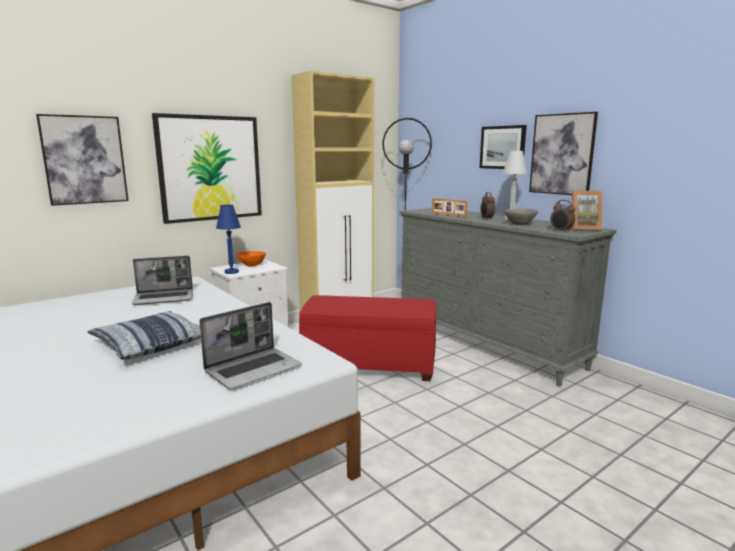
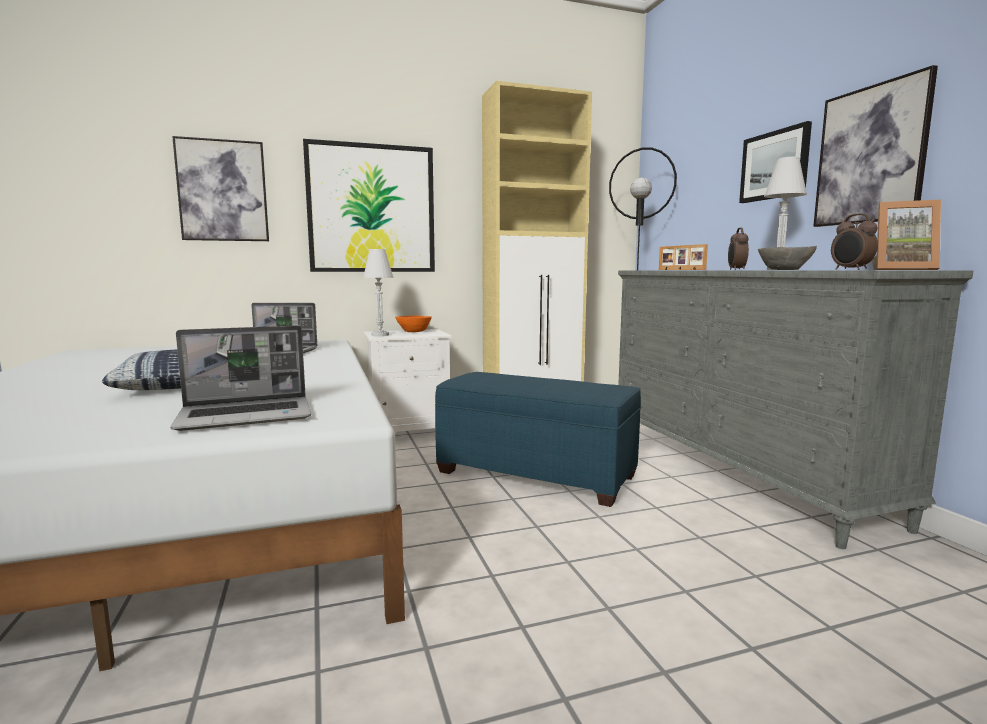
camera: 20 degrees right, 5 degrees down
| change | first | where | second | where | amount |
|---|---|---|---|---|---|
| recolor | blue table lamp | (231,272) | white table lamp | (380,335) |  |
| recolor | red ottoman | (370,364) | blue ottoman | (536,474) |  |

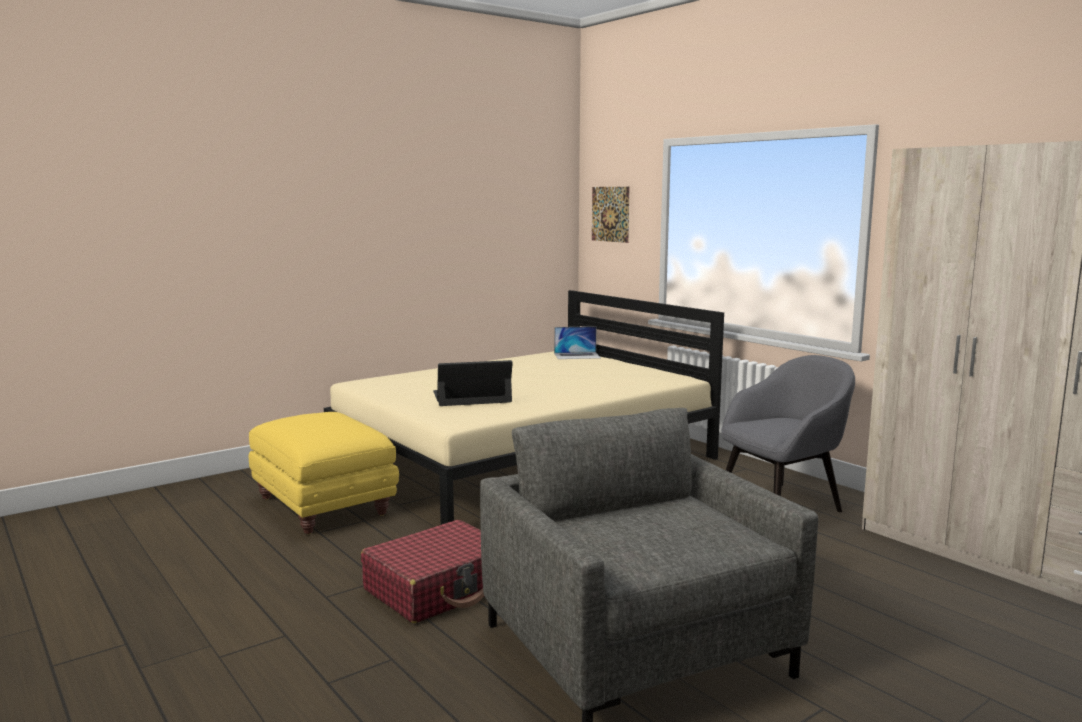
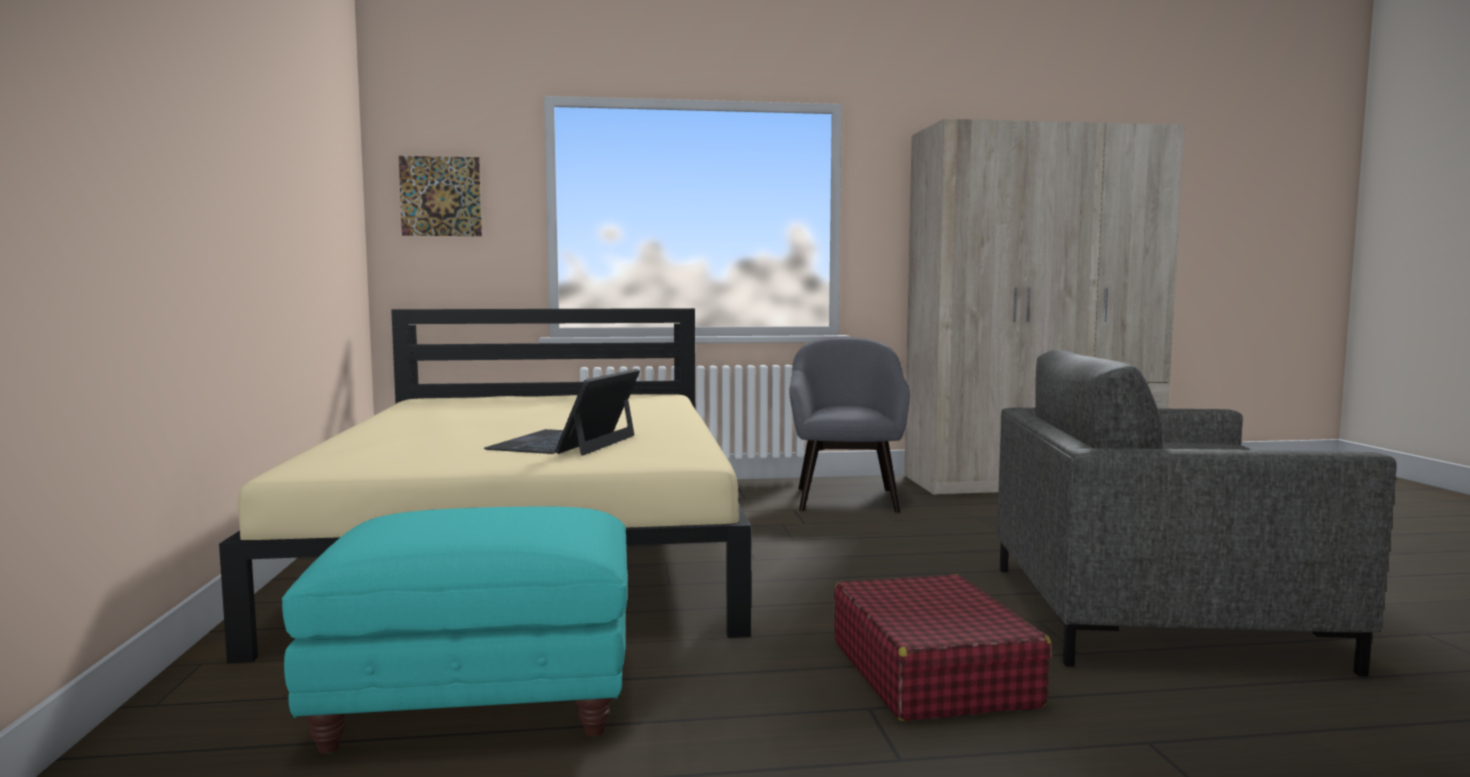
camera: 60 degrees left, 5 degrees down
| change | first | where | second | where | amount |
|---|---|---|---|---|---|
| delete | laptop | (577,355) |  |  |  |
| recolor | yellow ottoman | (324,507) | turquoise ottoman | (483,701) |  |

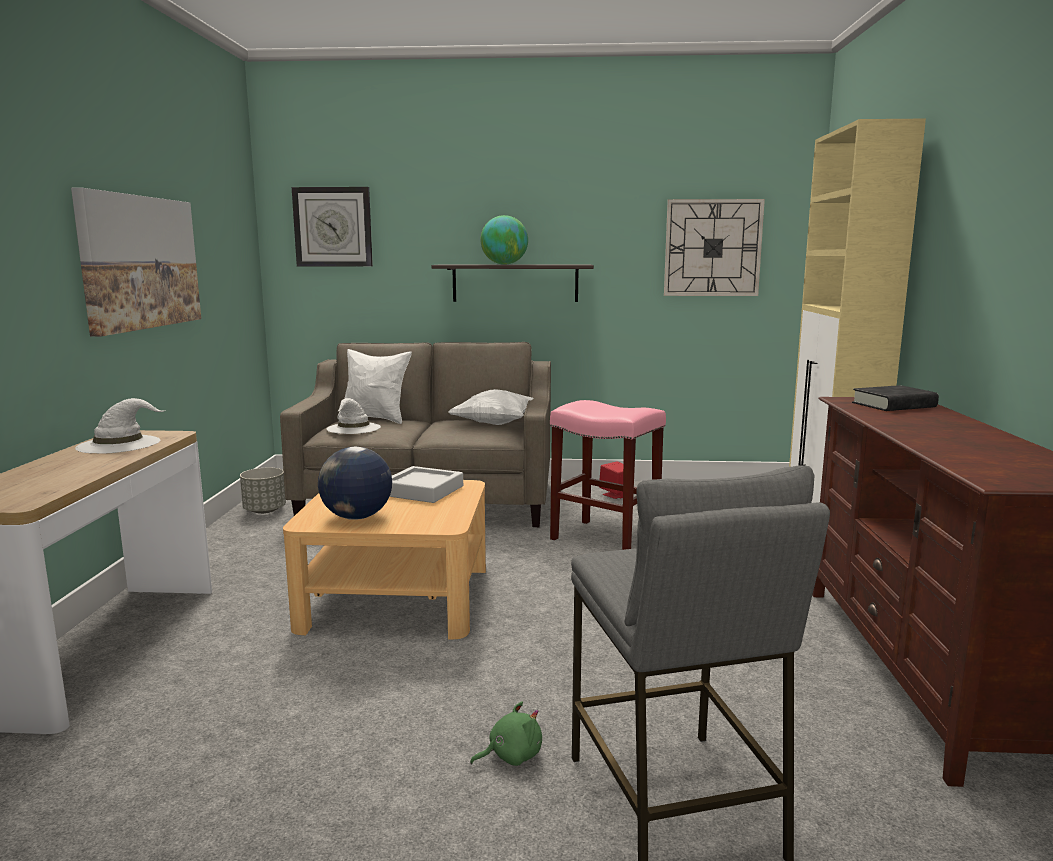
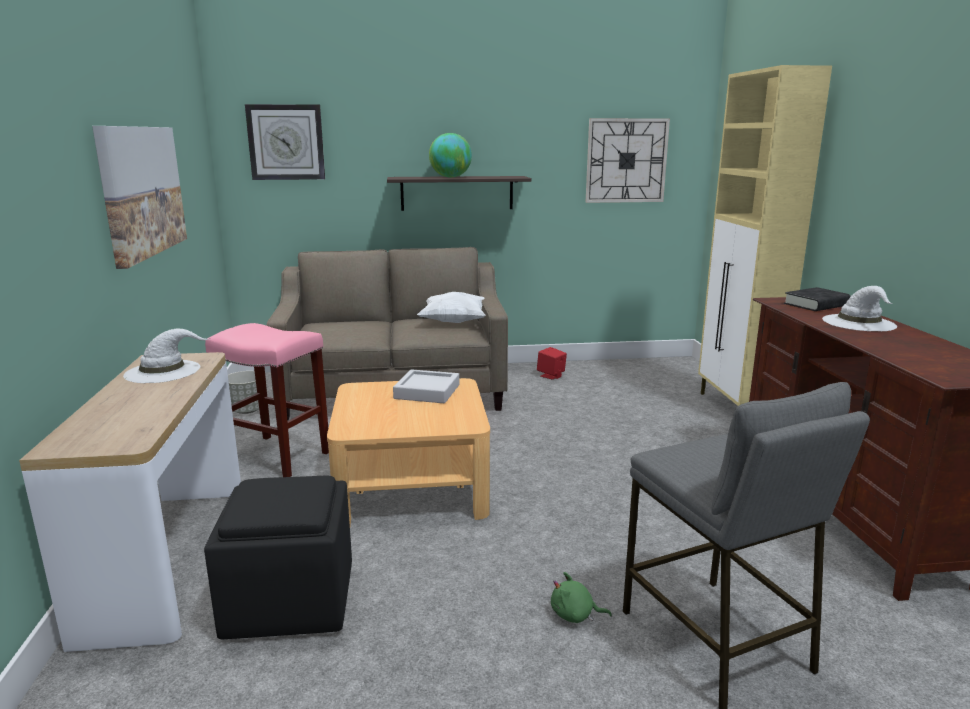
camera: 10 degrees left, 5 degrees up
| change | first | where | second | where | amount |
|---|---|---|---|---|---|
| delete | white pillow | (375,419) |  |  |  |
| move | white hat | (353,428) |  | (859,323) |  |
| move | pink stool | (606,539) |  | (278,456) |  |
| delete | globe | (356,517) |  |  |  |
| rotate | green plush toy | (511,755) |  | (575,615) | 135 degrees counterclockwise |
| insert |  |  | black ottoman | (292,600) |  |

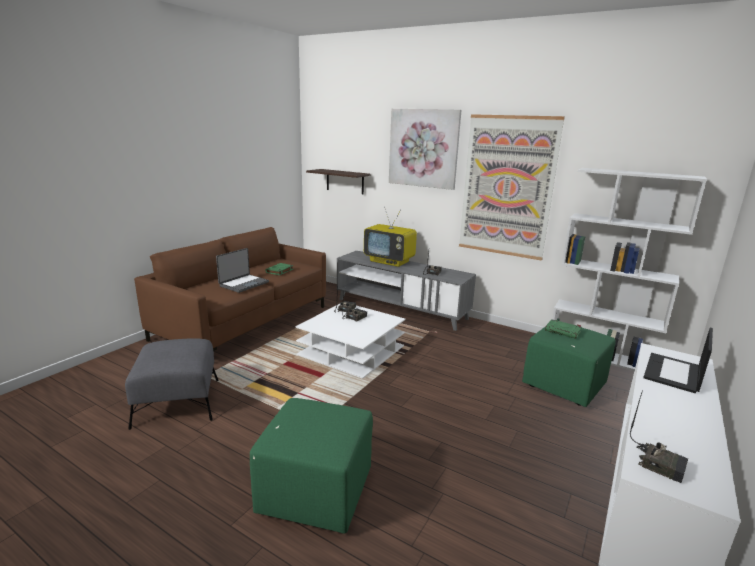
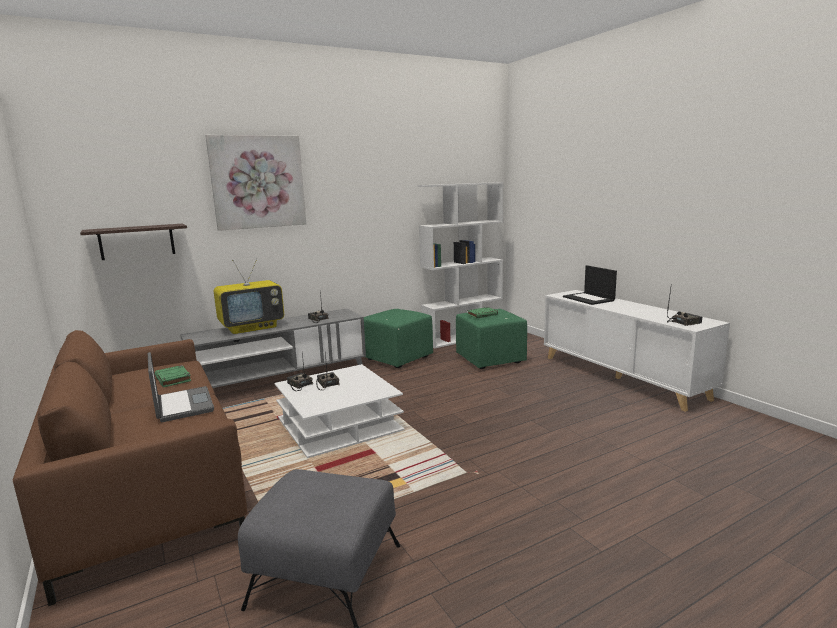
camera: 60 degrees left, 5 degrees down
| change | first | where | second | where | amount |
|---|---|---|---|---|---|
| delete | picture | (507,187) |  |  |  |
| move | green ottoman | (314,492) |  | (397,358) |  |

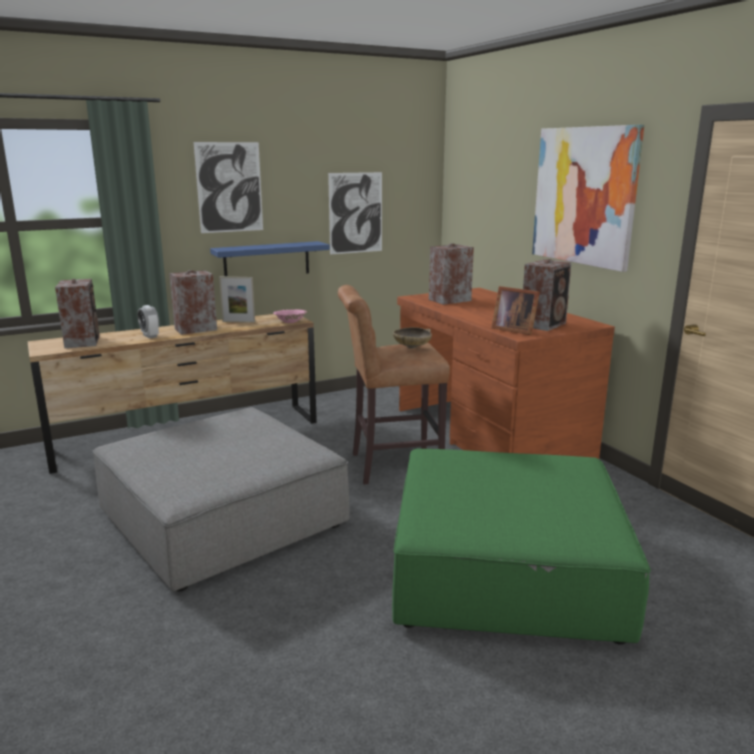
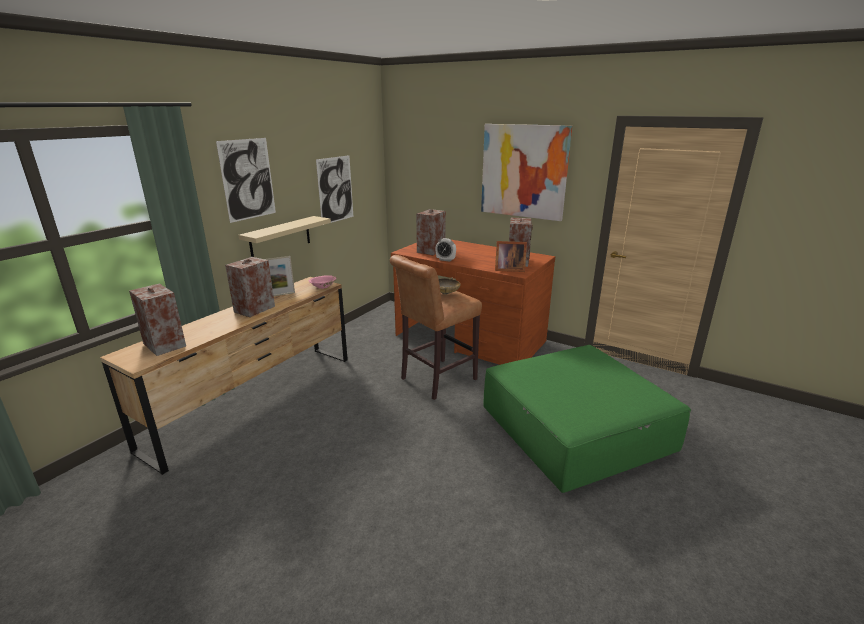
camera: 30 degrees left, 5 degrees up
| change | first | where | second | where | amount |
|---|---|---|---|---|---|
| recolor | blue shelf | (267,260) | beige shelf | (280,238) |  |
| move | alarm clock | (150,336) |  | (445,260) |  |
| delete | grey ottoman | (223,518) |  |  |  |

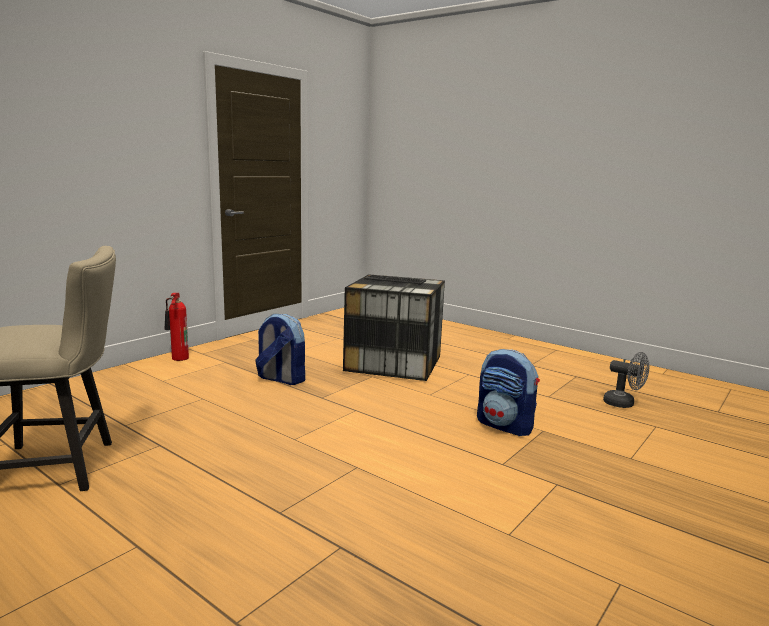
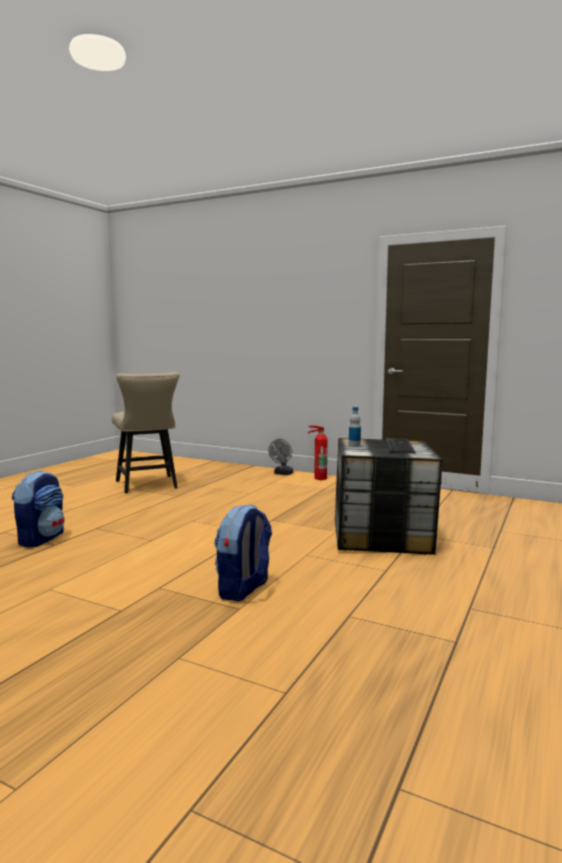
camera: 80 degrees right, 5 degrees down
| change | first | where | second | where | amount |
|---|---|---|---|---|---|
| move | backpack | (281,379) |  | (41,539) |  |
| move | grey fan | (624,404) |  | (282,474) |  |
| insert |  |  | bottle | (354,445) |  |

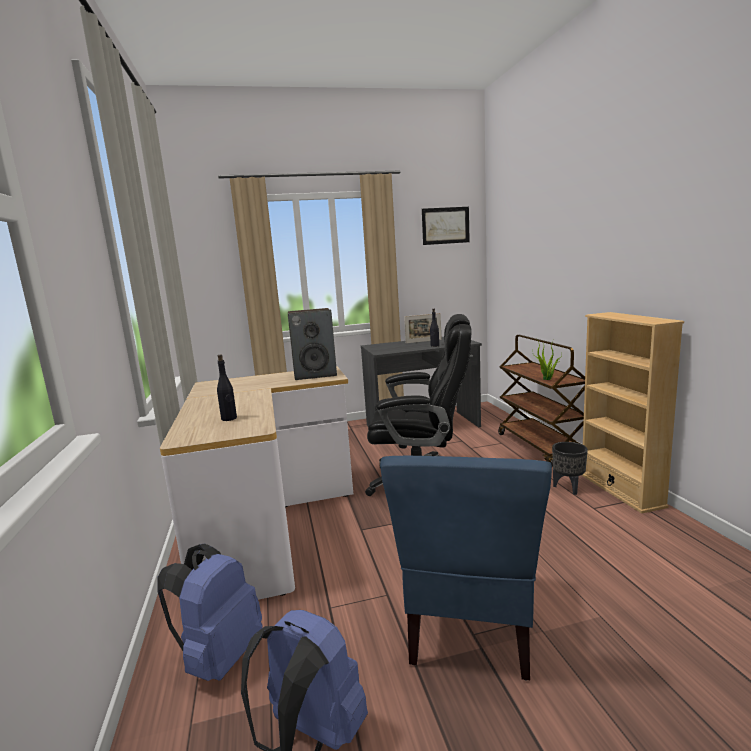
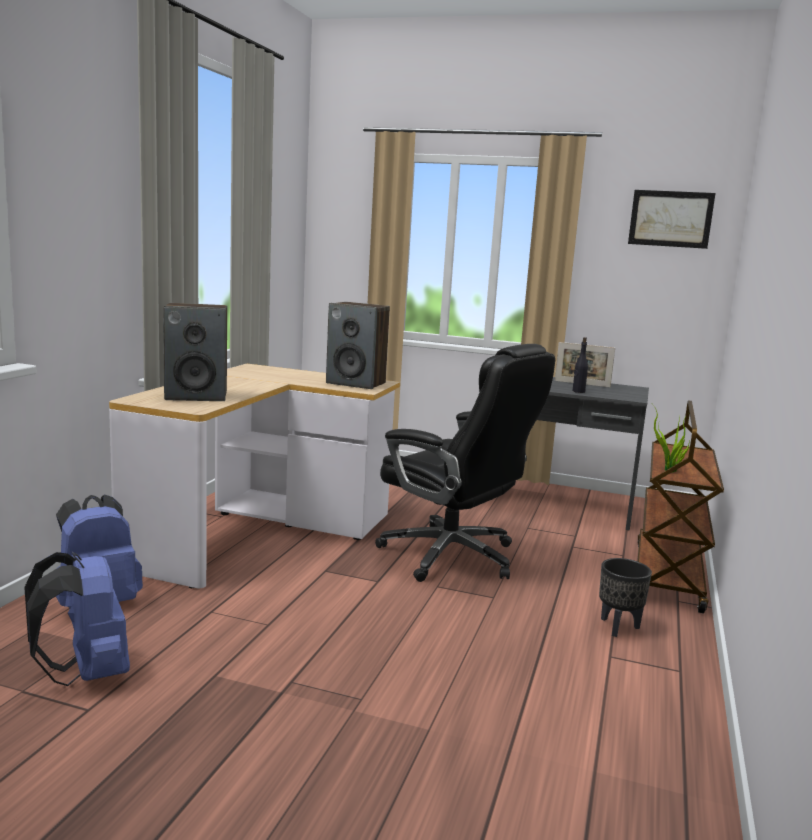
camera: 30 degrees right, 0 degrees up
| change | first | where | second | where | amount |
|---|---|---|---|---|---|
| delete | beige bookcase | (620,489) |  |  |  |
| replace | black bottle | (229,418) | speaker | (197,396) |  |
| delete | blue chair | (470,625) |  |  |  |

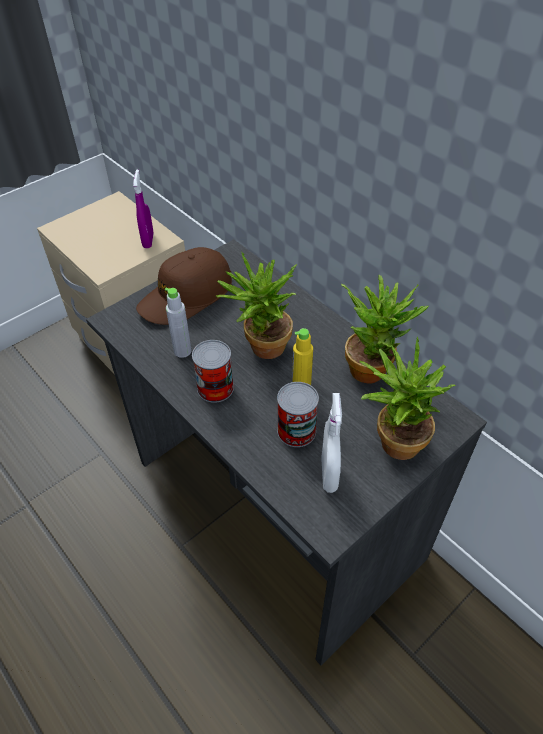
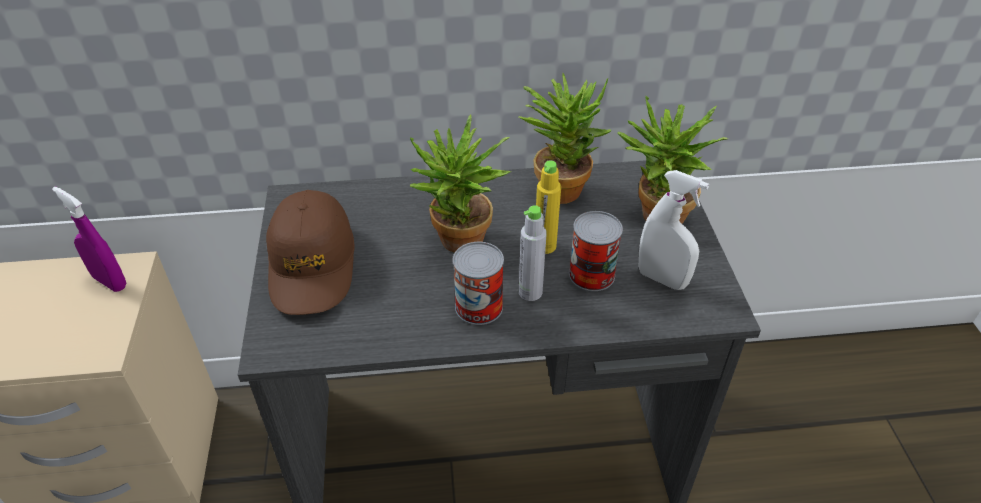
camera: 55 degrees left, 5 degrees down
| change | first | where | second | where | amount |
|---|---|---|---|---|---|
| move | grey bottle | (182,351) |  | (530,292) |  |

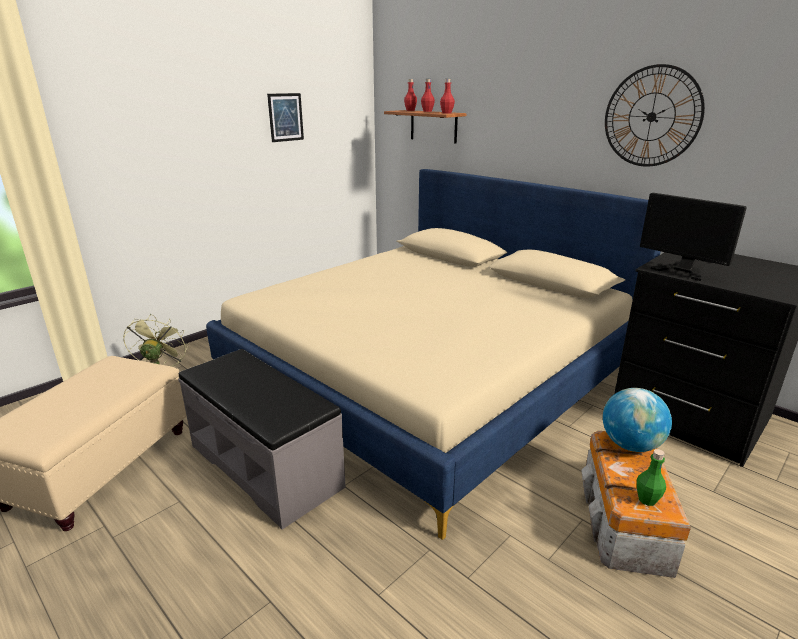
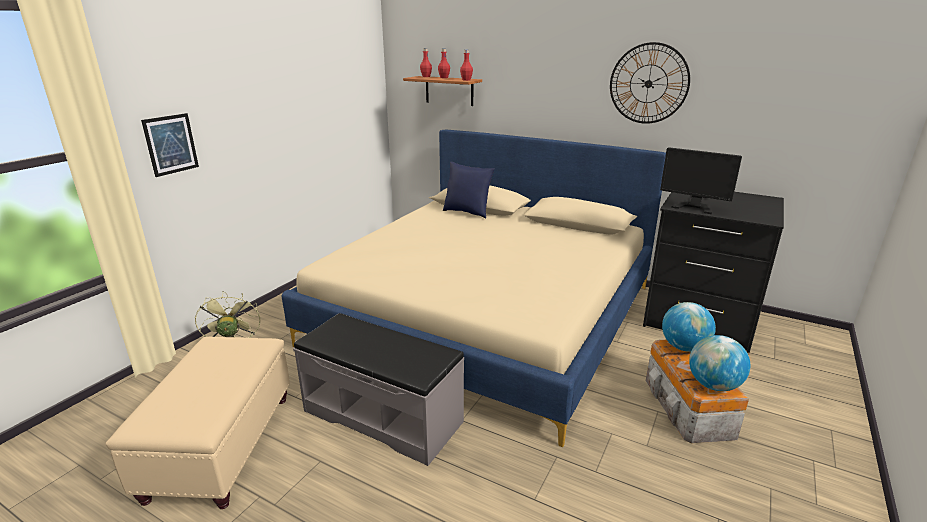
camera: 15 degrees left, 0 degrees up
| change | first | where | second | where | amount |
|---|---|---|---|---|---|
| move | picture | (285,117) |  | (171,144) |  |
| replace | green bottle | (647,499) | globe | (713,385) |  |
| insert |  |  | blue pillow | (467,212) |  |

